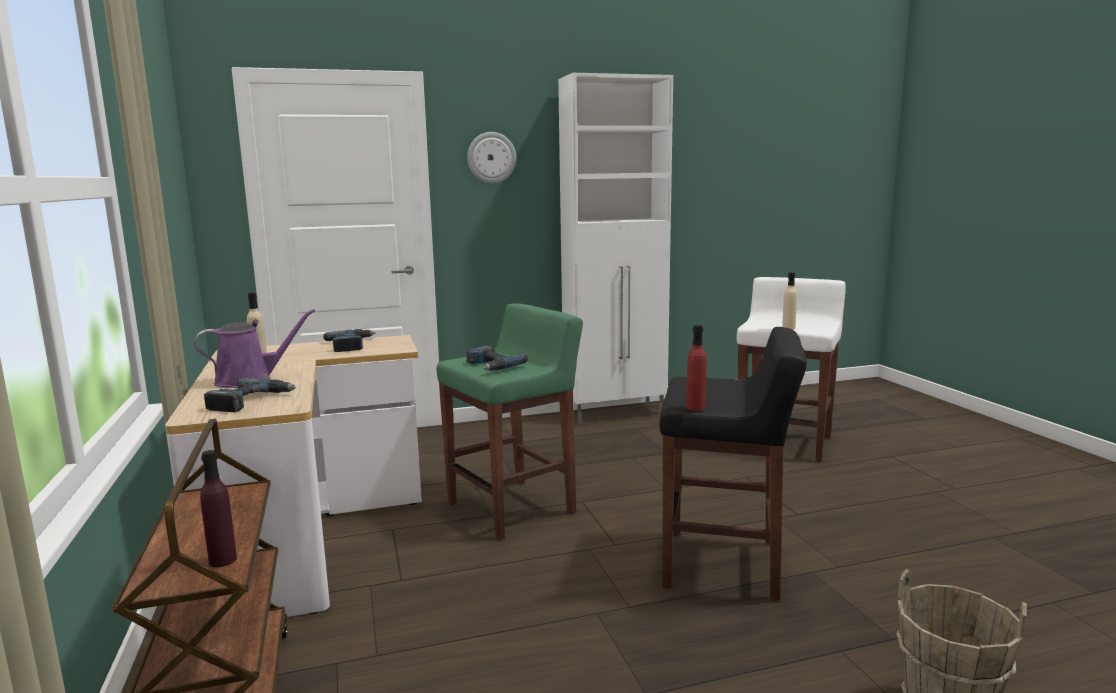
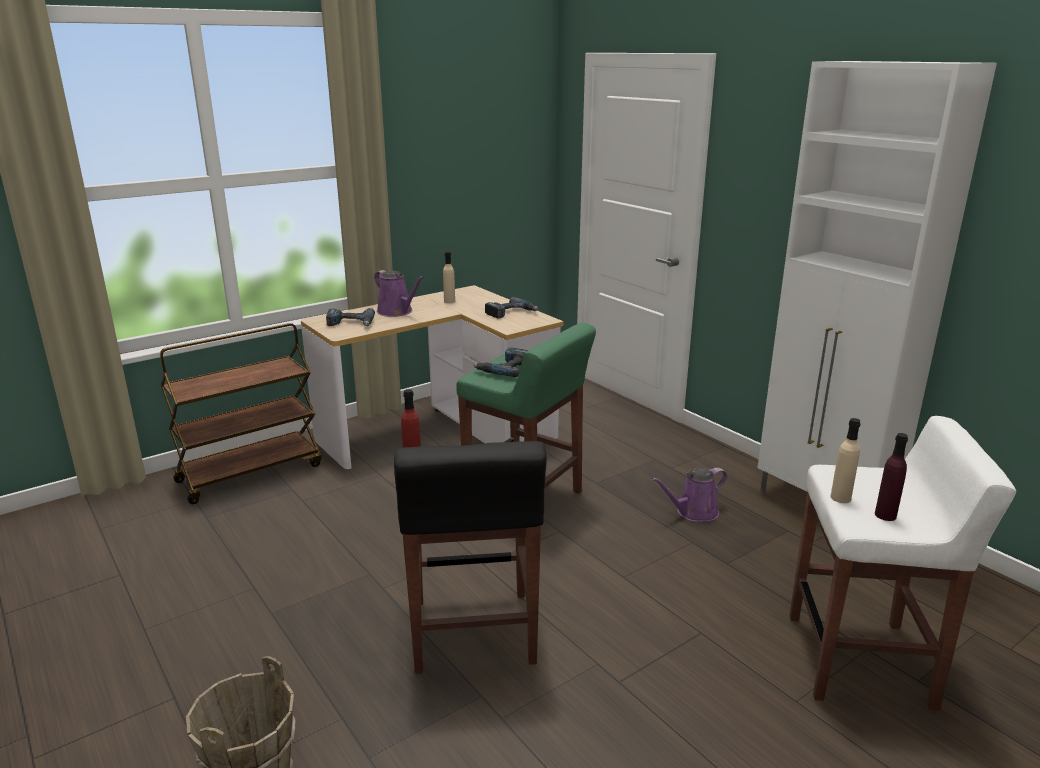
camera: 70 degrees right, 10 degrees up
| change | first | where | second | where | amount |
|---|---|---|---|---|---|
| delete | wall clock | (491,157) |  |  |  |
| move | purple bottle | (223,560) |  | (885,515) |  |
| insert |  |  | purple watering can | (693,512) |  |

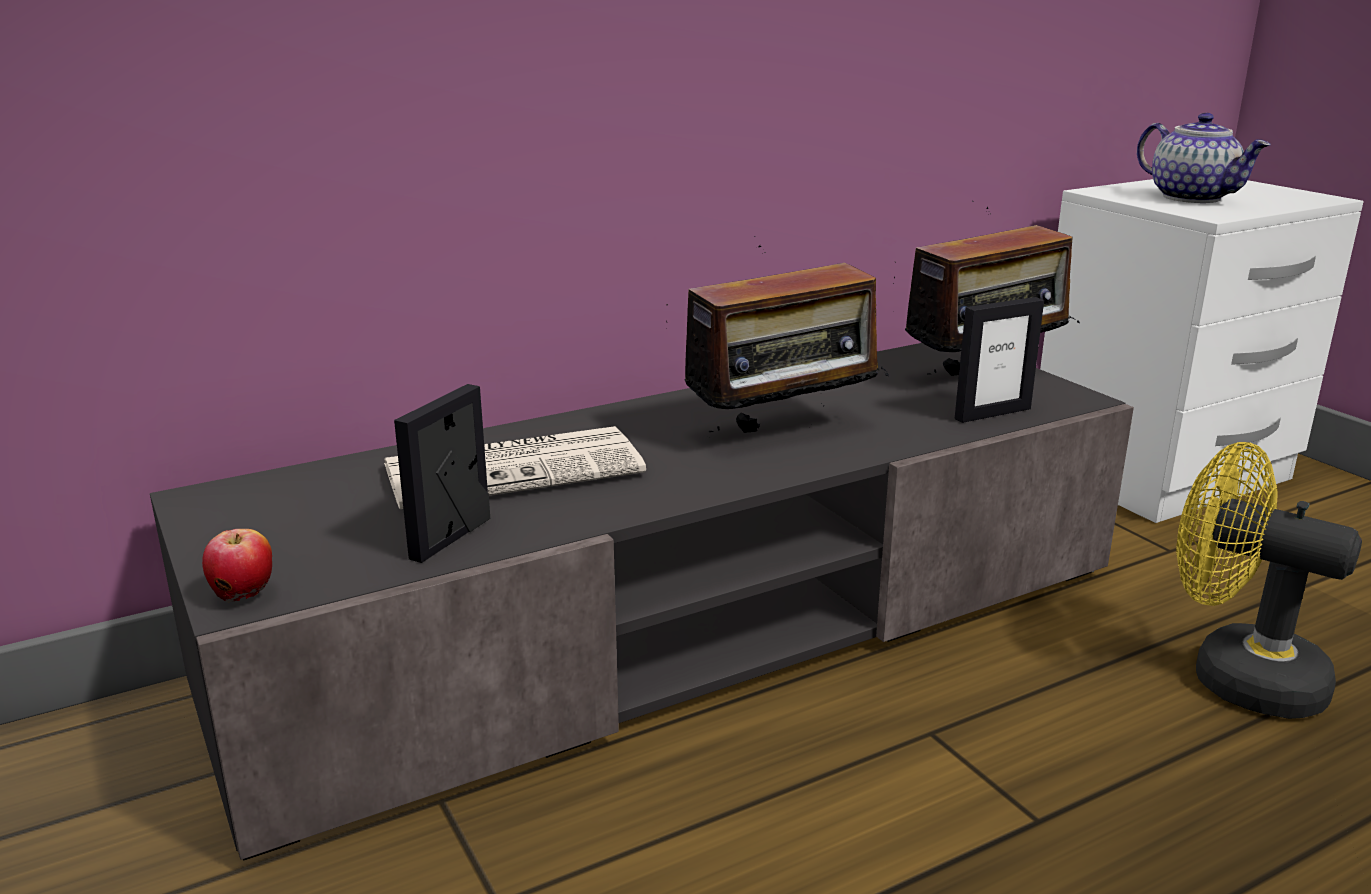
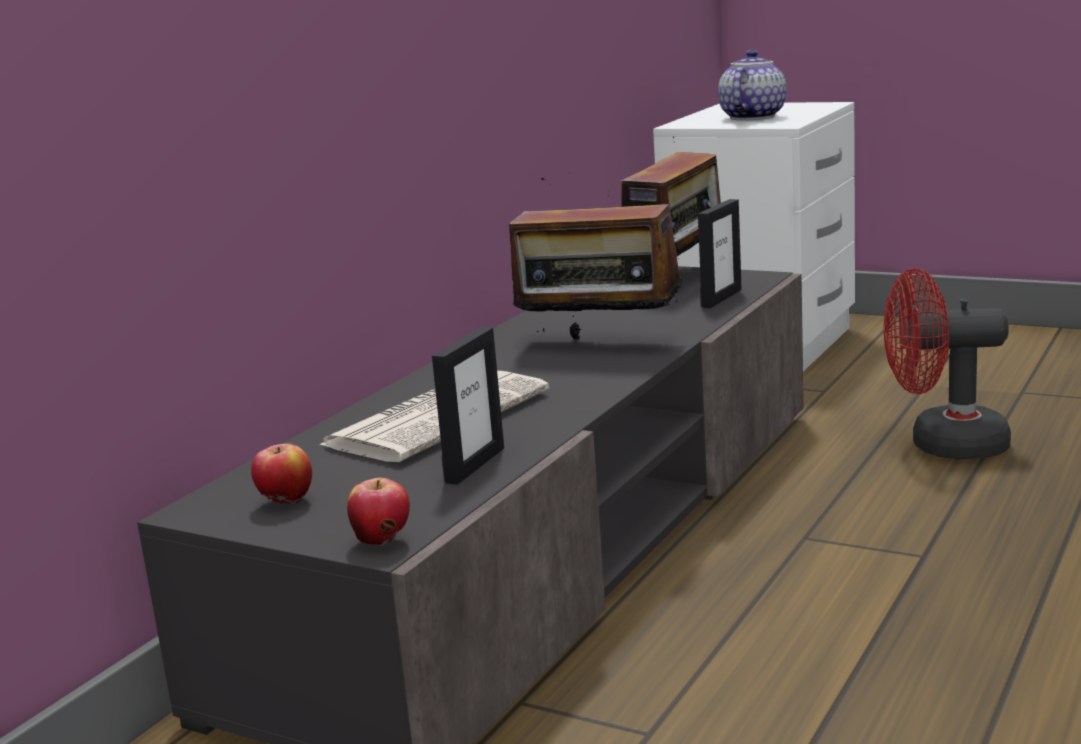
camera: 30 degrees left, 5 degrees down
| change | first | where | second | where | amount |
|---|---|---|---|---|---|
| rotate | teapot | (1194,197) |  | (751,117) | 90 degrees counterclockwise |
| rotate | radio | (783,433) |  | (599,345) | 75 degrees clockwise |
| rotate | picture frame | (451,538) |  | (474,465) | 150 degrees counterclockwise |
| recolor | yellow fan | (1236,676) | red fan | (943,445) |  |
| insert |  |  | apple | (286,502) |  |

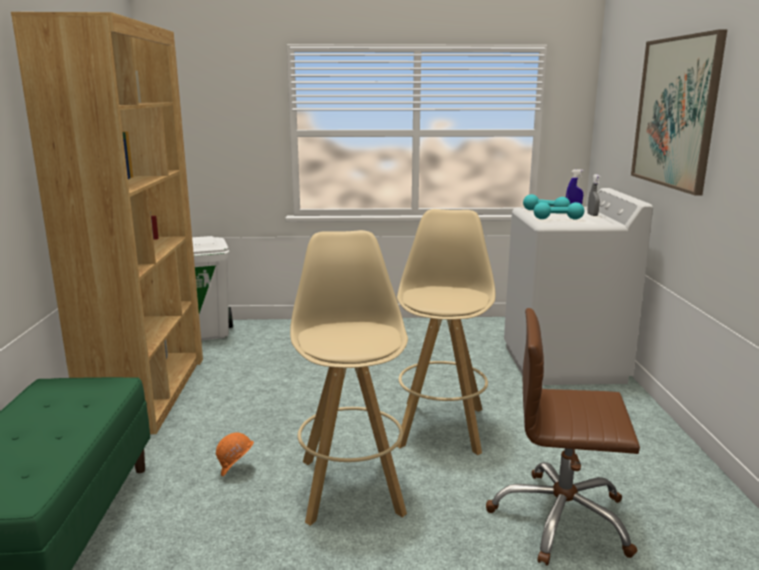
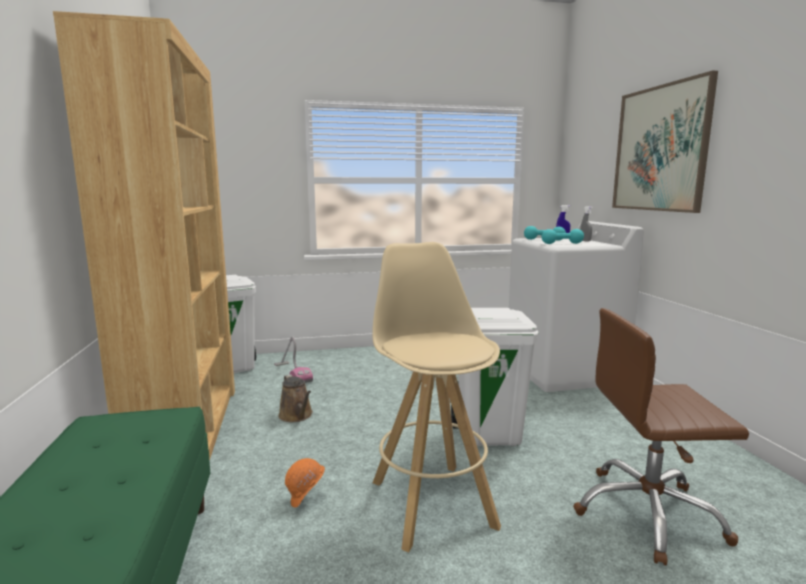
camera: 10 degrees left, 5 degrees down
| change | first | where | second | where | amount |
|---|---|---|---|---|---|
| replace | beige stool | (441,426) | white trash can | (489,434) |  |
| insert |  |  | vacuum cleaner | (292,373) |  |
| insert |  |  | brown watering can | (297,416) |  |

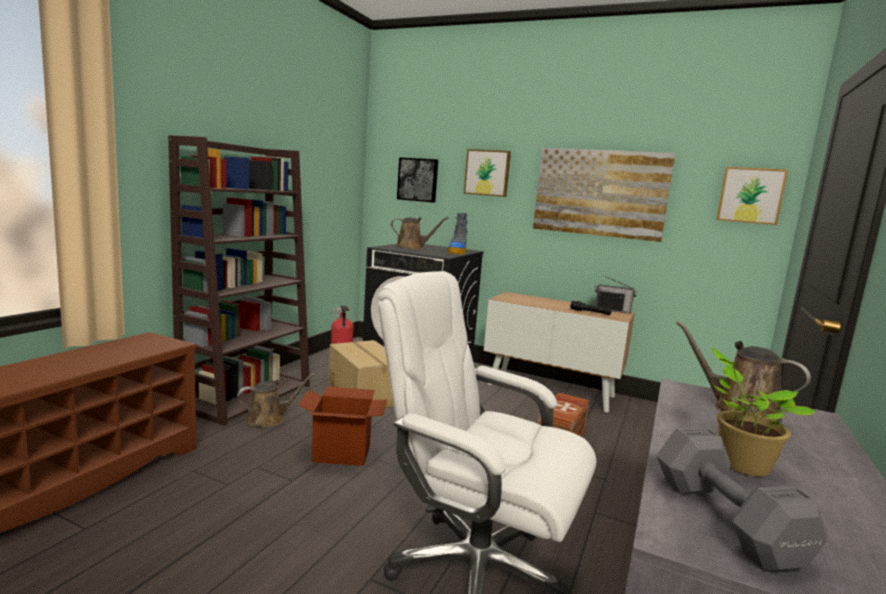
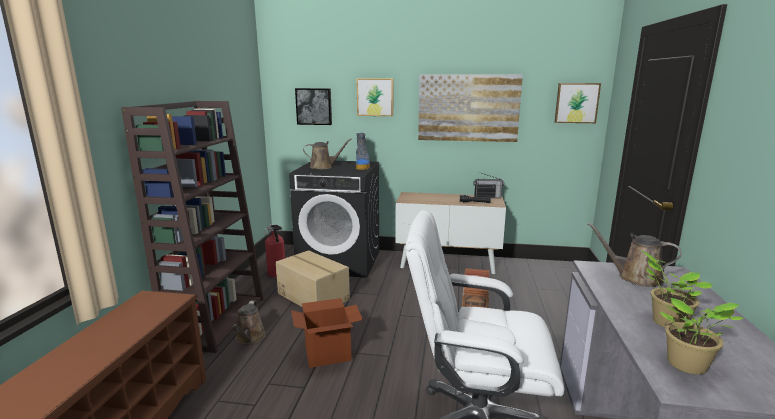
camera: 15 degrees left, 5 degrees up
| change | first | where | second | where | amount |
|---|---|---|---|---|---|
| rotate | brown watering can | (269,419) |  | (250,338) | 135 degrees clockwise |
| replace | grey dumbbell | (724,517) | potted plant | (687,366) |  |

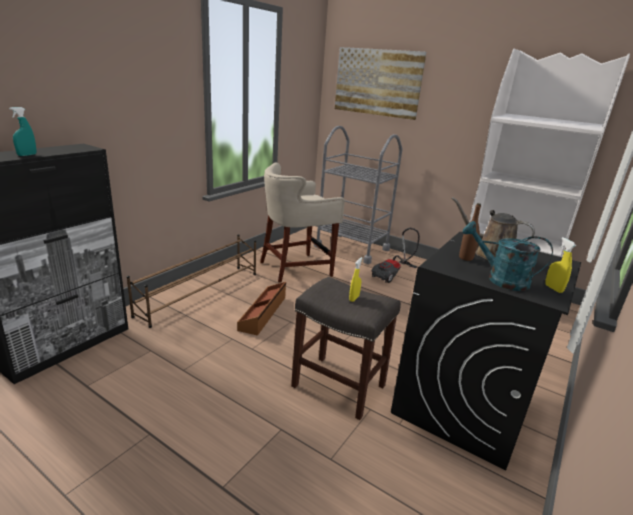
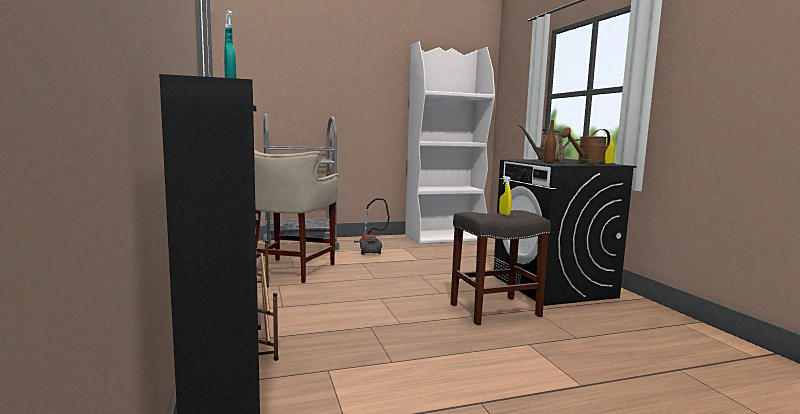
camera: 50 degrees left, 15 degrees down
| change | first | where | second | where | amount |
|---|---|---|---|---|---|
| delete | picture | (377,82) |  |  |  |
| recolor | turquoise watering can | (500,279) | brown watering can | (586,164) |  |
| delete | brown storage box | (264,313) |  |  |  |

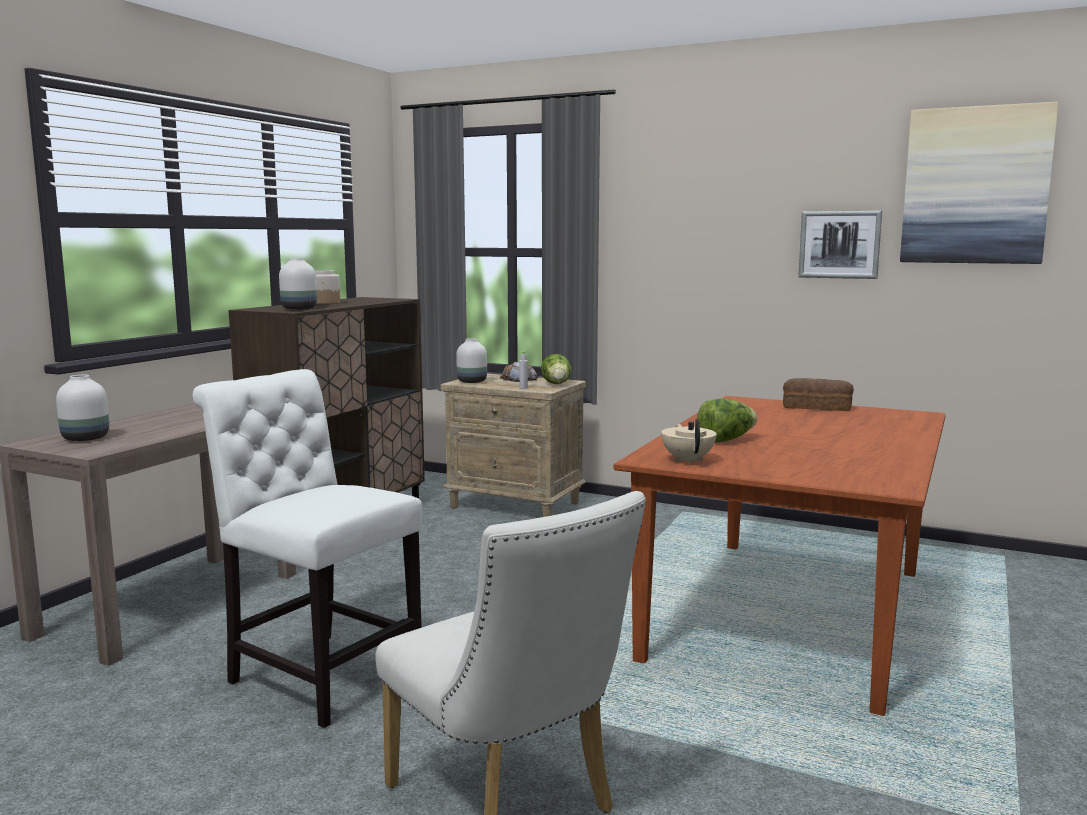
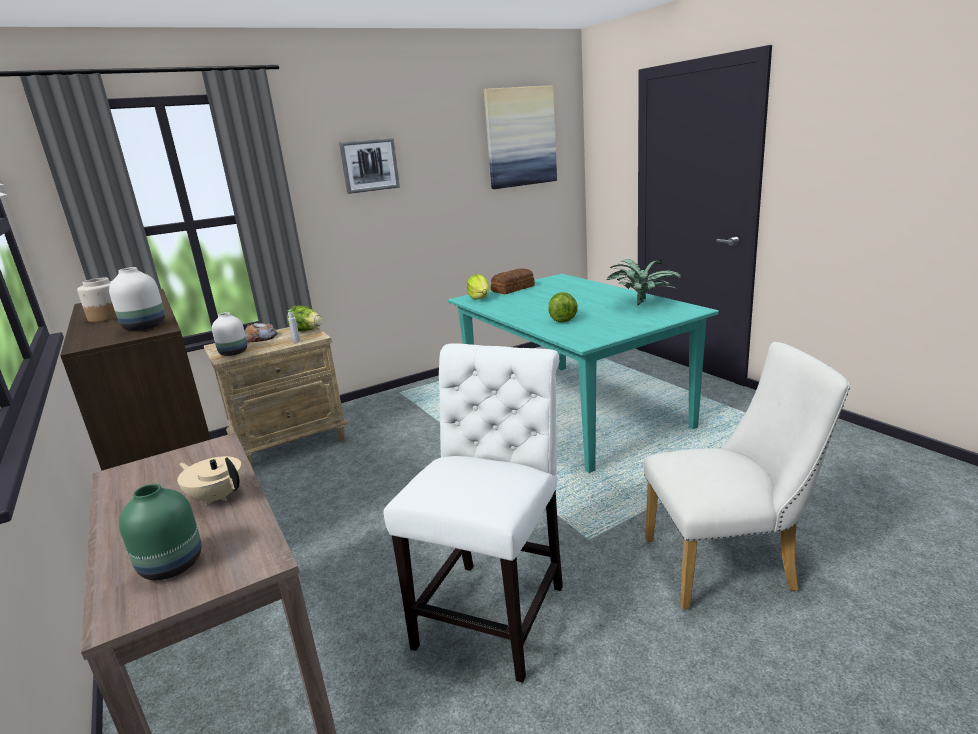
camera: 55 degrees left, 10 degrees up
| change | first | where | second | where | amount |
|---|---|---|---|---|---|
| move | picture | (839,244) |  | (369,165) |  |
| rotate | white chair | (319,675) |  | (495,611) | 135 degrees clockwise |
| recolor | white vase | (85,439) | green vase | (173,565) |  |
| recolor | brown dining table | (791,614) | turquoise dining table | (575,411) |  |
| move | beige teapot | (688,460) |  | (217,497) |  |
| insert |  |  | potted plant | (642,304) |  |
| insert |  |  | lettuce | (480,298) |  |

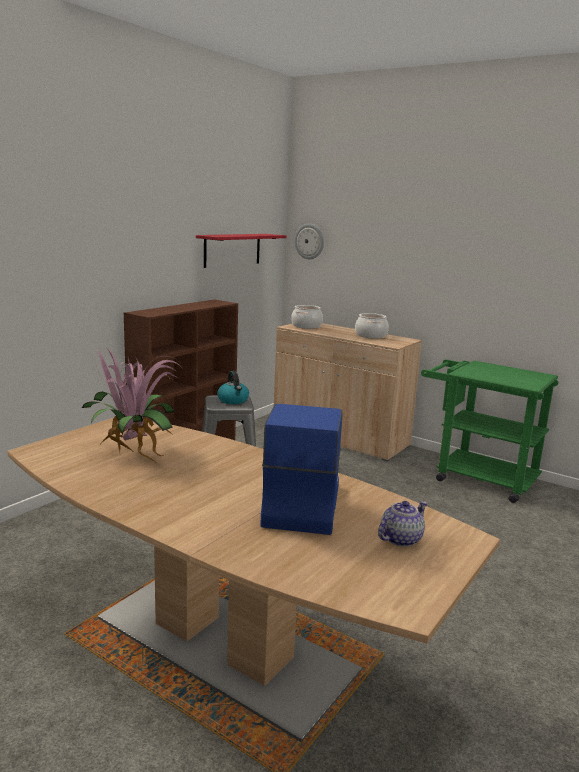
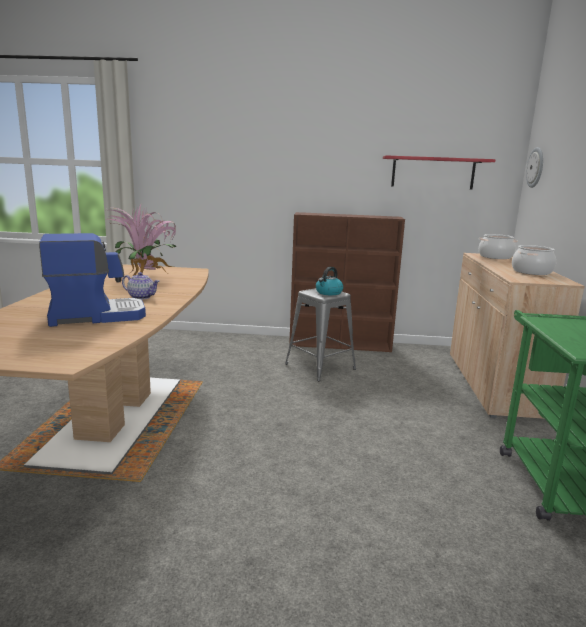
camera: 60 degrees right, 0 degrees up
| change | first | where | second | where | amount |
|---|---|---|---|---|---|
| move | teapot | (400,539) |  | (142,297) |  |

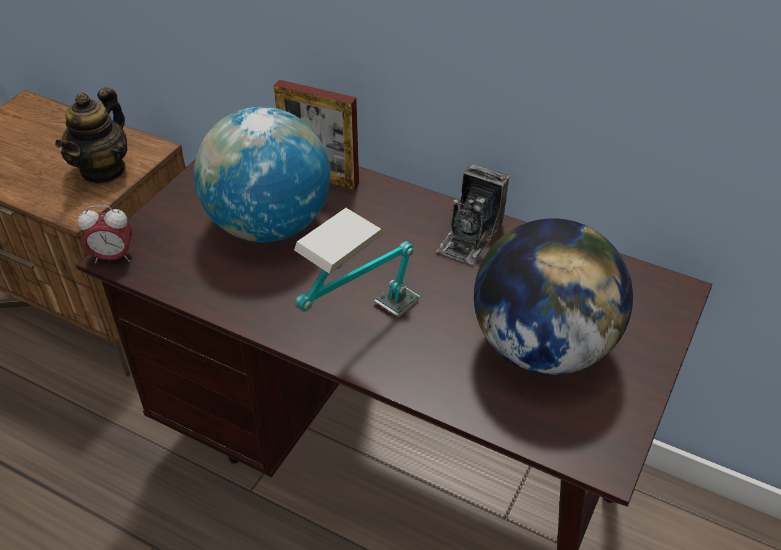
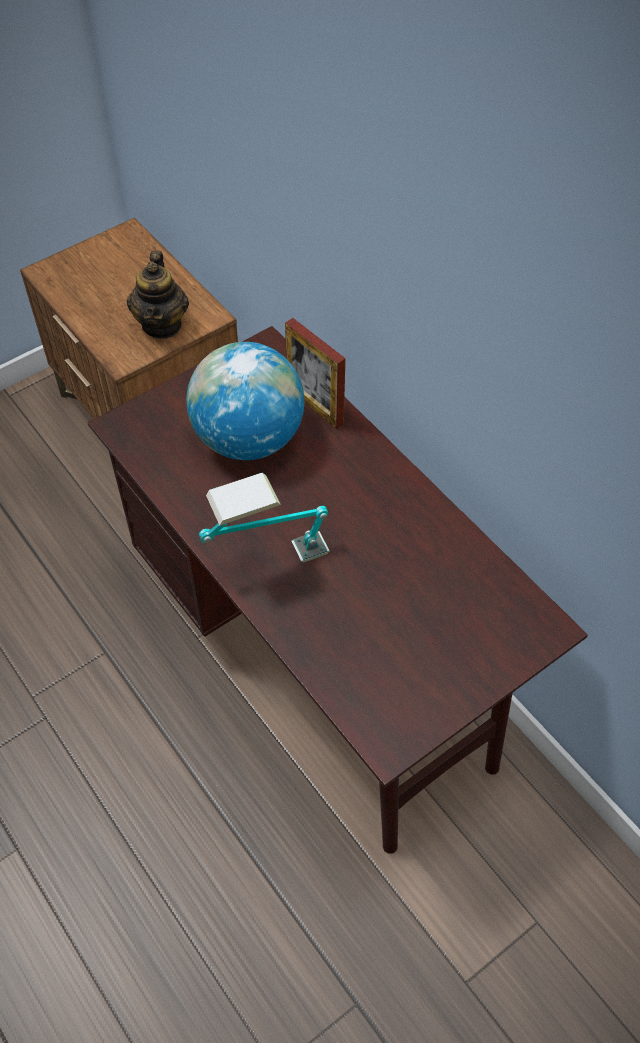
camera: 25 degrees right, 10 degrees up
| change | first | where | second | where | amount |
|---|---|---|---|---|---|
| rotate | teapot | (103,170) |  | (162,324) | 45 degrees counterclockwise |
| delete | photo camera | (470,236) |  |  |  |
| delete | alarm clock | (113,257) |  |  |  |
| delete | globe | (542,347) |  |  |  |

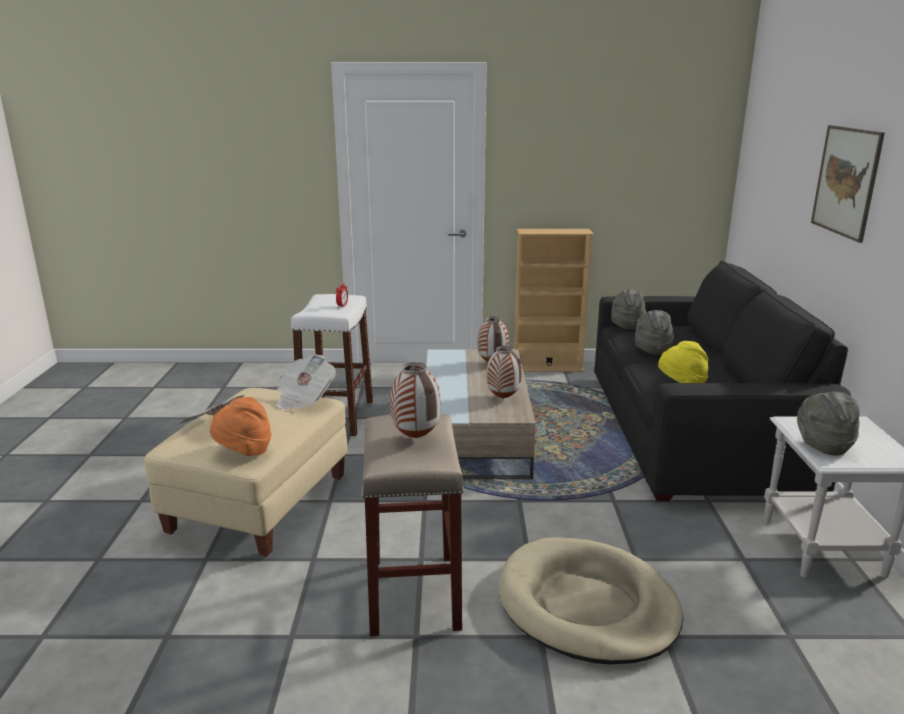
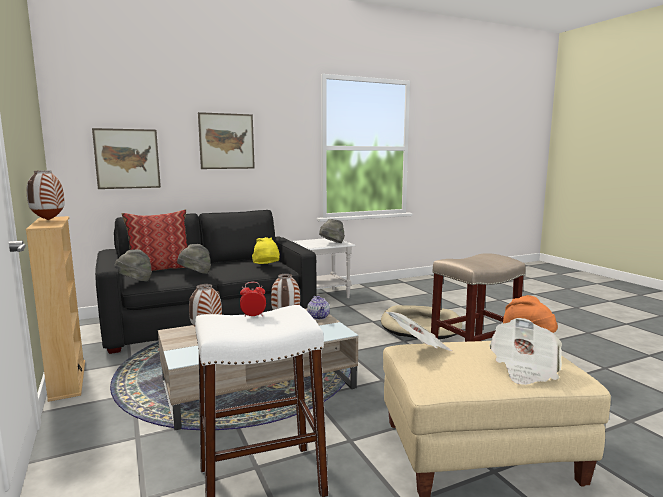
camera: 115 degrees left, 10 degrees down
| change | first | where | second | where | amount |
|---|---|---|---|---|---|
| move | vase | (415,438) |  | (48,220) |  |
| insert |  |  | picture | (127,159) |  |
| insert |  |  | pillow | (160,269) |  |
| insert |  |  | teapot | (318,317) |  |

